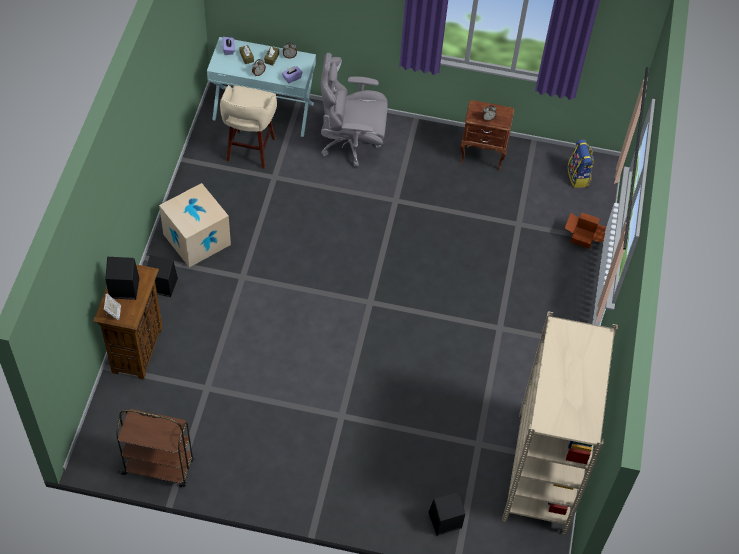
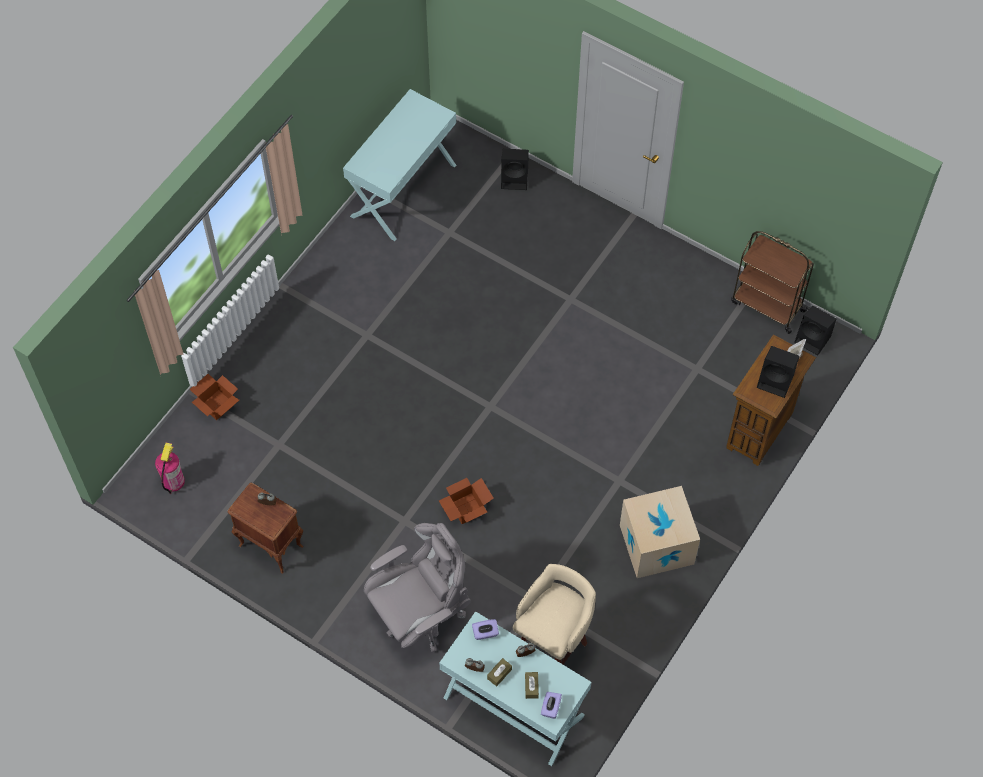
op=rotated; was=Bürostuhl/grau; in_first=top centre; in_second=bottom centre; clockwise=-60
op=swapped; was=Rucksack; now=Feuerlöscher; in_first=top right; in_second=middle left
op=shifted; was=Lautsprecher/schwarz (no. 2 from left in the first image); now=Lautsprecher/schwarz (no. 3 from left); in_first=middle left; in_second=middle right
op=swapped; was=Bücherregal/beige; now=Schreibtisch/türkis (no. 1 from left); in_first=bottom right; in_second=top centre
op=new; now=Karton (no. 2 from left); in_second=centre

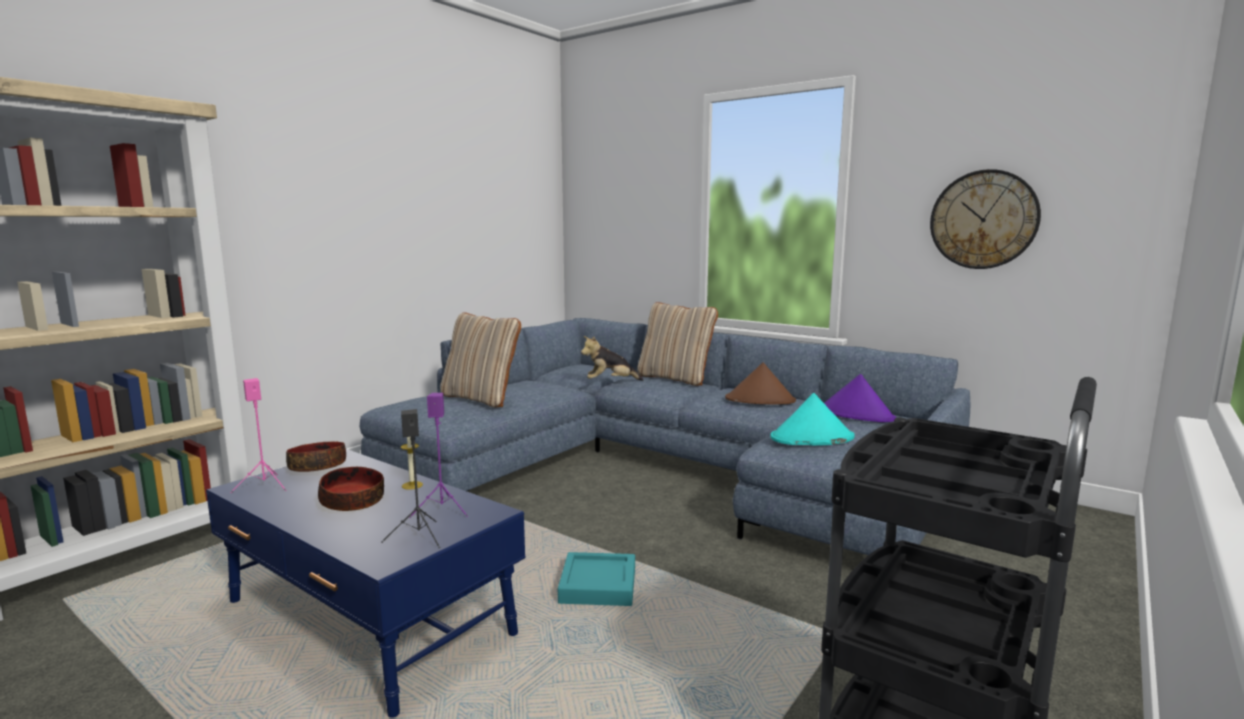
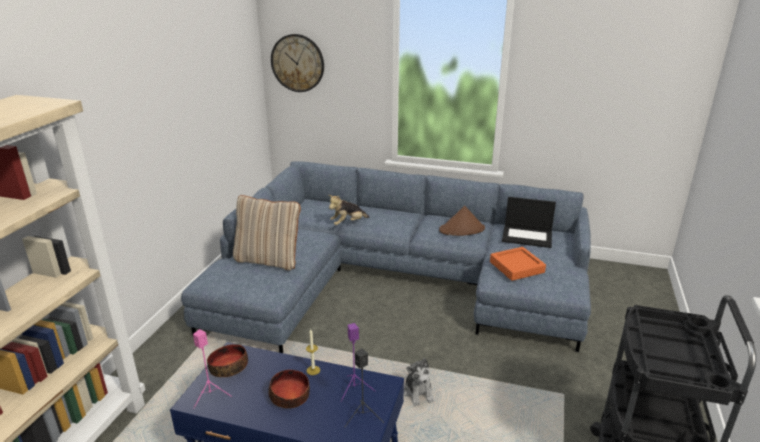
op=shifted; was=Wanduhr; in_first=top right; in_second=top centre
op=gone; was=Kissen/beige (no. 2 from left); in_first=centre
op=swapped; was=Hut/lila; now=Laptop; in_first=middle right; in_second=middle right
op=swapped; was=Hut/türkis; now=Tablett/orange; in_first=centre; in_second=middle right
op=swapped; was=Tablett/türkis; now=Plüschtier (no. 2 from left); in_first=bottom centre; in_second=bottom centre

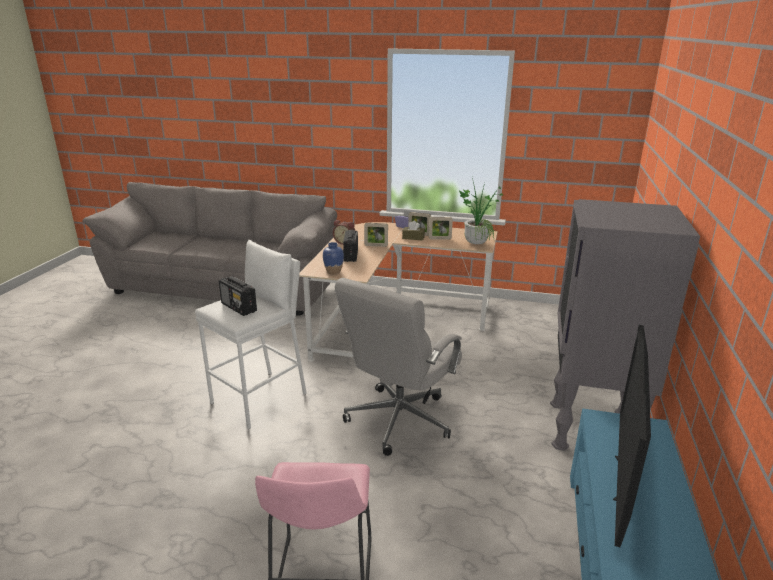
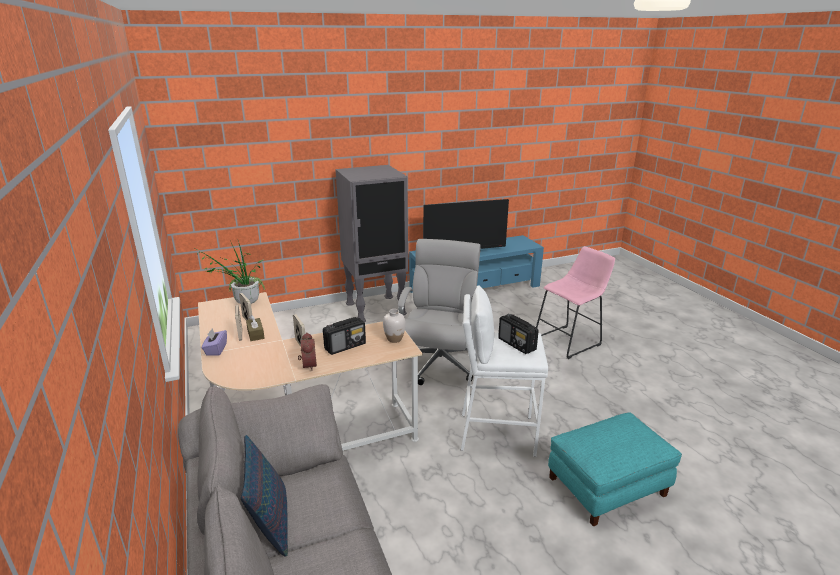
op=repainted; was=Vase/blau; now=Vase/weiß; in_first=centre; in_second=centre
op=rotated; was=Radio (no. 1 from left in the first image); in_first=middle left; in_second=centre; clockwise=135
op=rotated; was=Bürostuhl/grau; in_first=centre; in_second=centre; clockwise=-75
op=new; now=Polsterhocker/türkis; in_second=bottom right
op=new; now=Kissen/blau; in_second=bottom left

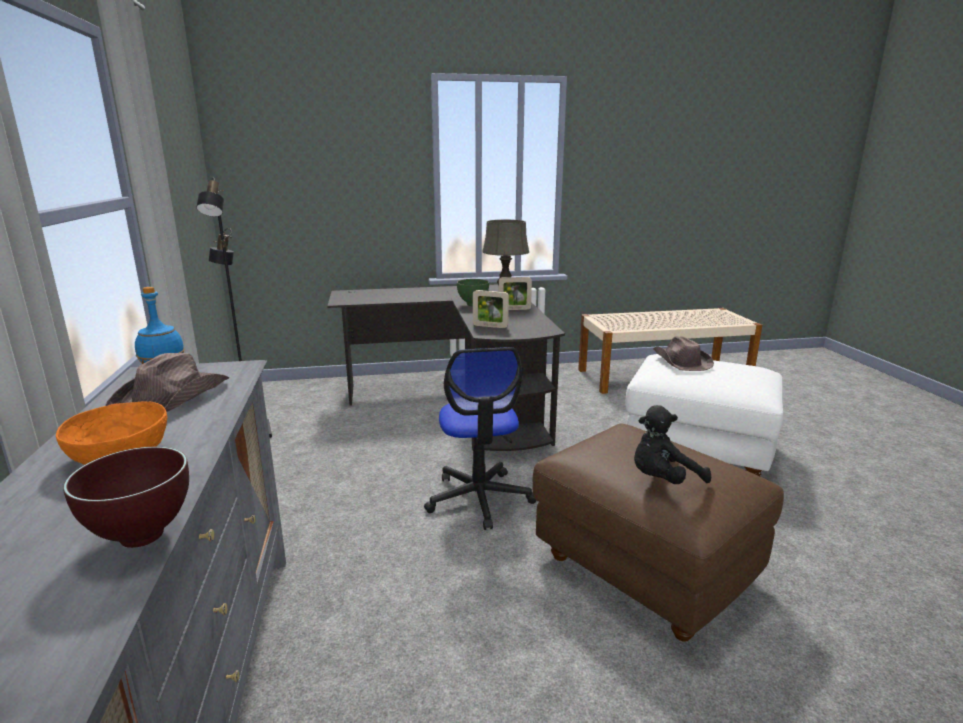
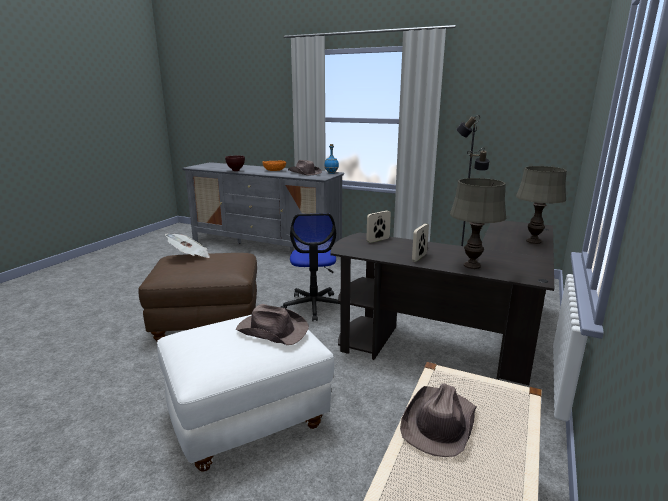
op=gone; was=Schüssel/grün; in_first=centre
op=rotated; was=Bürostuhl; in_first=centre; in_second=centre; clockwise=-120
op=swapped; was=Plüschtier/schwarz; now=Zeitung; in_first=middle right; in_second=middle left
op=new; now=Tischlampe/grau (no. 2 from left); in_second=middle right
op=new; now=Hut/braun (no. 3 from left); in_second=bottom centre

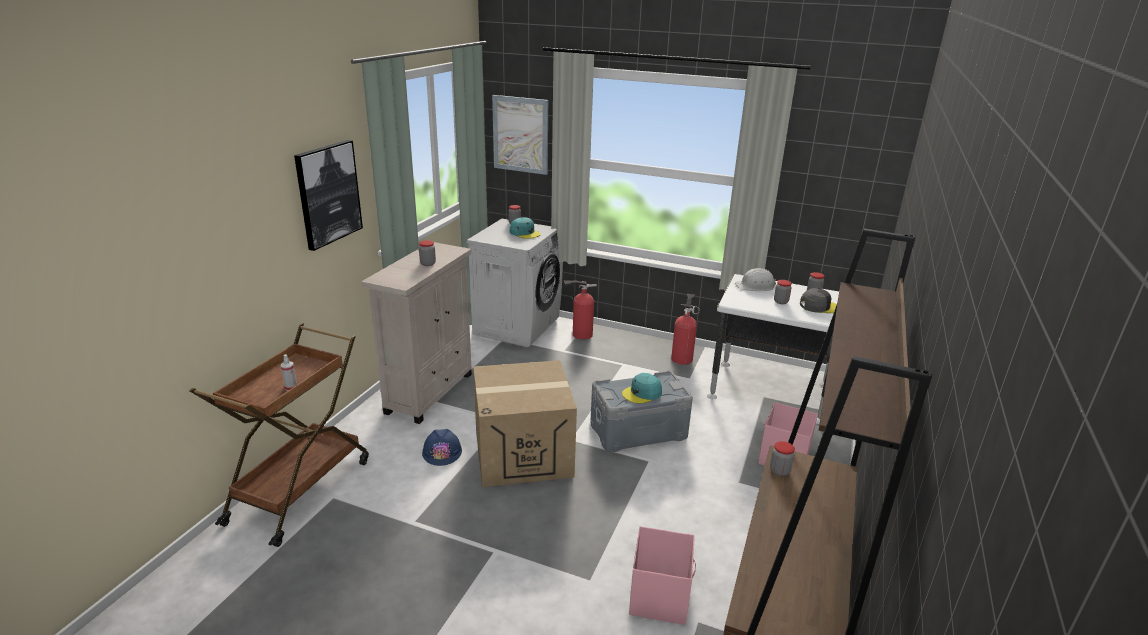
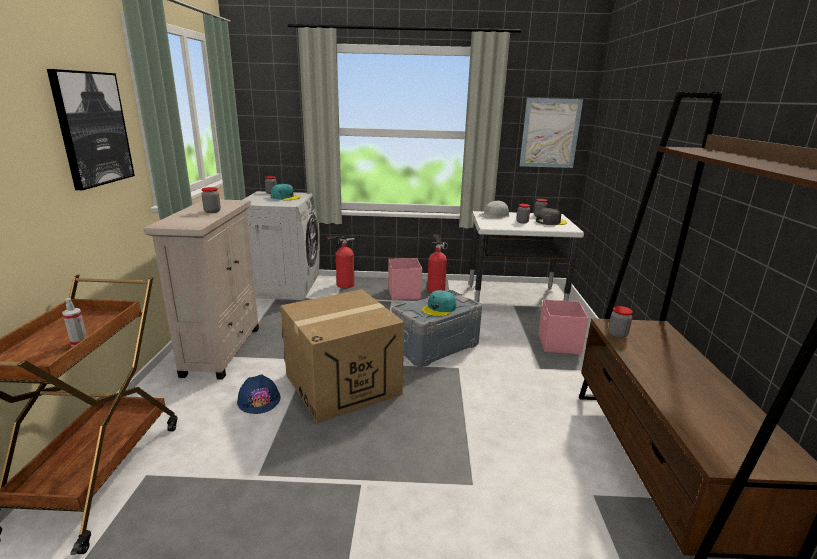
op=shifted; was=Bild (no. 2 from left); in_first=top centre; in_second=top right
op=shifted; was=Aufbewahrungsbox/rosa (no. 1 from left); in_first=bottom centre; in_second=centre

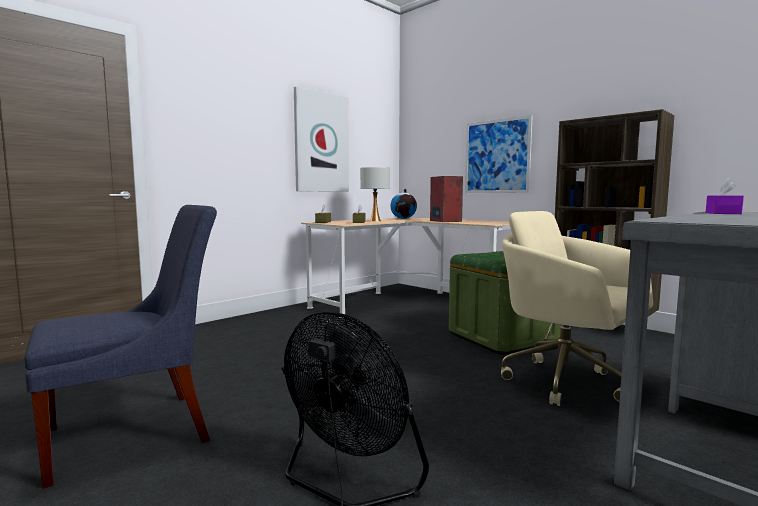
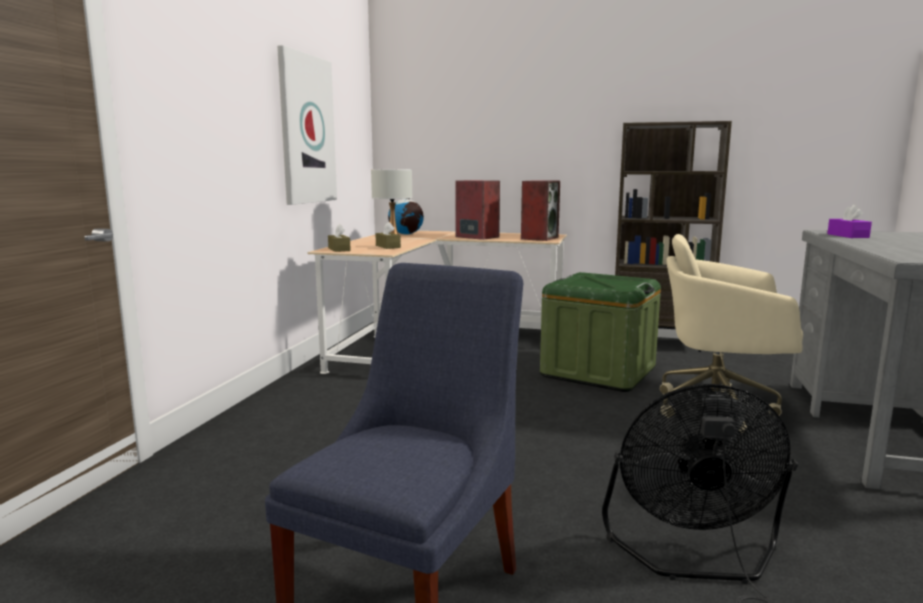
op=gone; was=Bild (no. 2 from left); in_first=top centre
op=new; now=Lautsprecher (no. 2 from left); in_second=centre

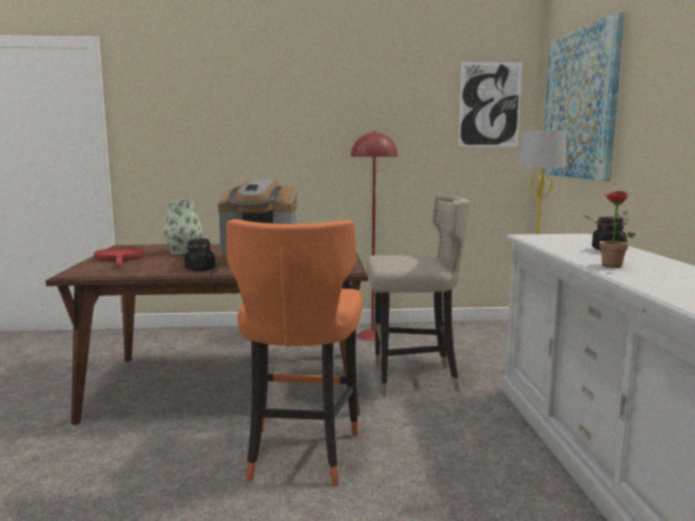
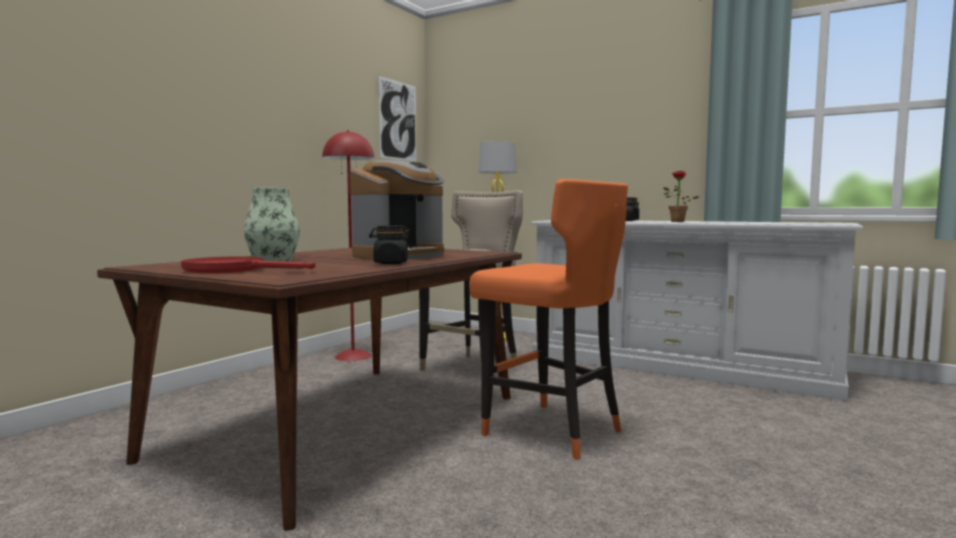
op=gone; was=Bild (no. 2 from left); in_first=top right

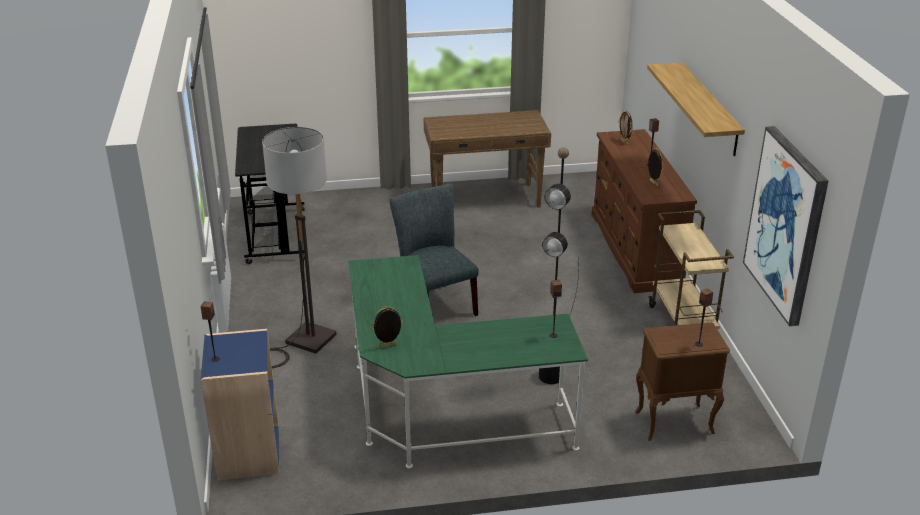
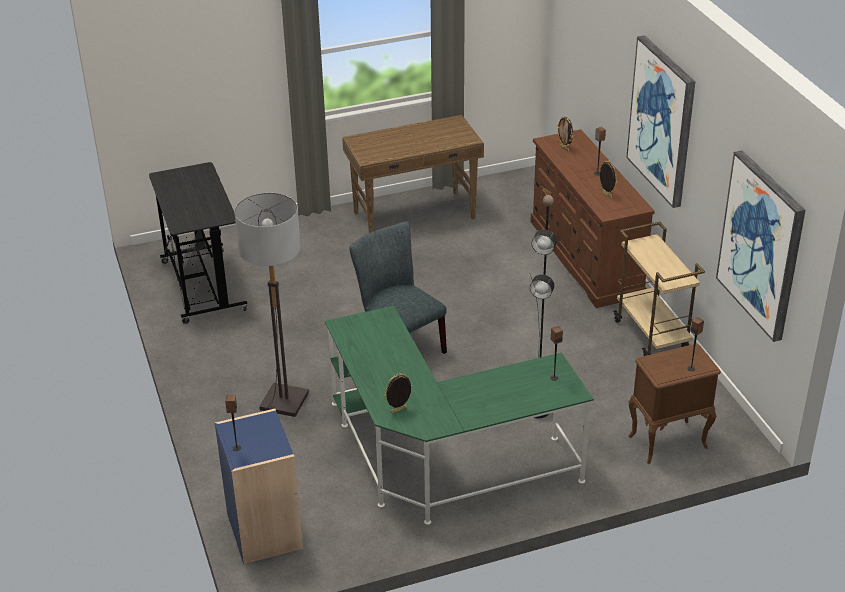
op=swapped; was=Wandregal; now=Bild (no. 1 from left); in_first=top right; in_second=top right

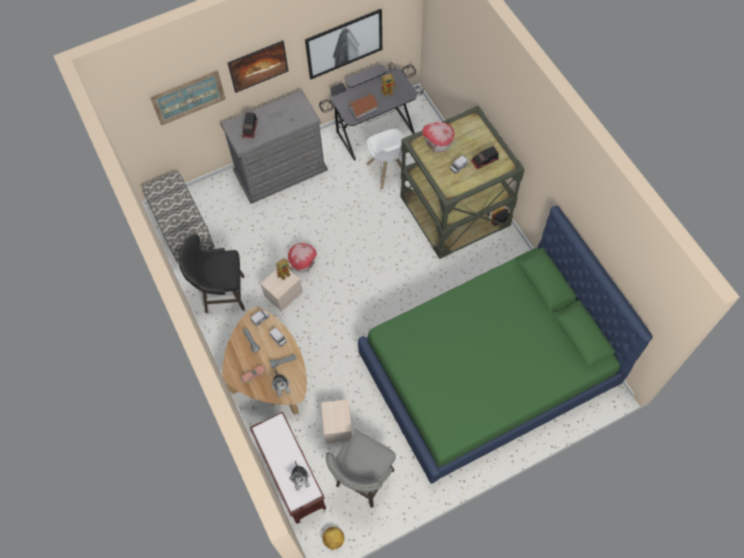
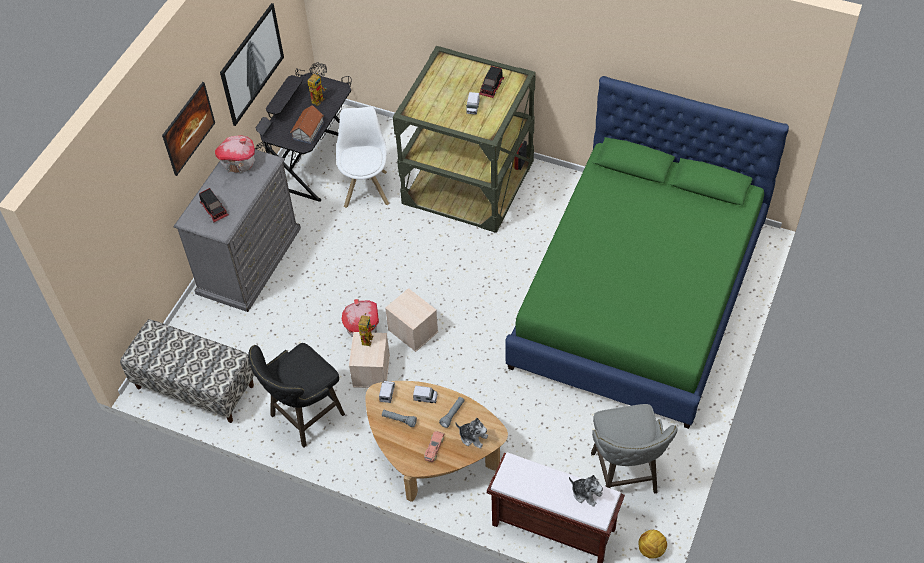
op=gone; was=Bild (no. 1 from left); in_first=top left
op=shifted; was=Spielzeughaus (no. 3 from left in the first image); now=Spielzeughaus (no. 1 from left); in_first=top centre; in_second=top left
op=rotated; was=Stuhl/weiß; in_first=top centre; in_second=top centre; clockwise=-120
op=shifted; was=Aufbewahrungsbox/beige (no. 2 from left); in_first=bottom centre; in_second=centre

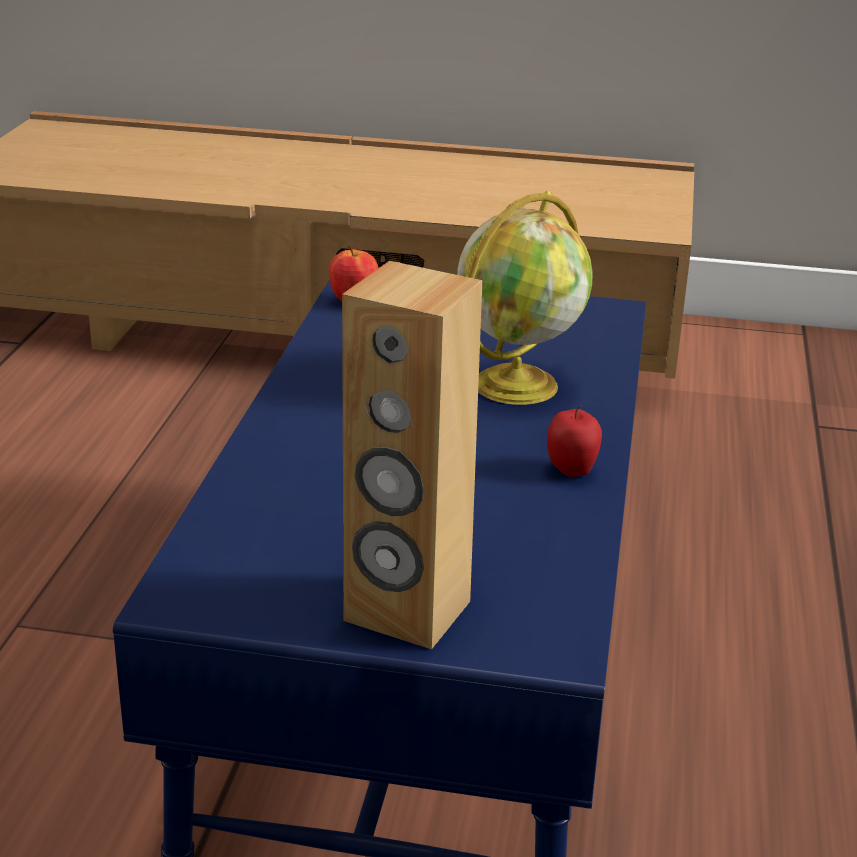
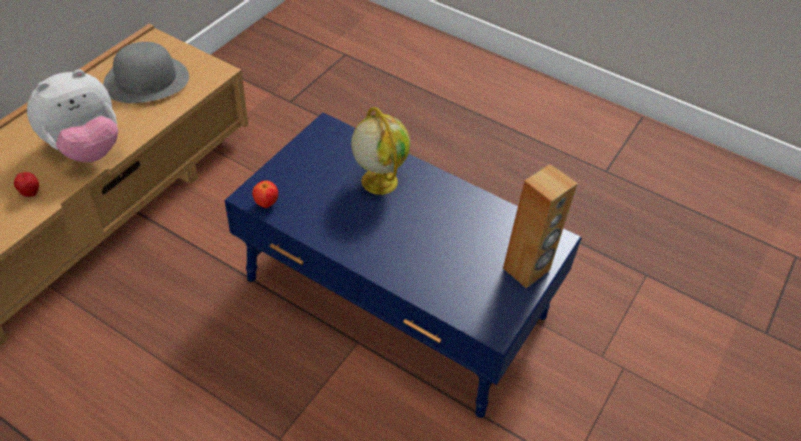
op=shifted; was=Apfel (no. 2 from left in the first image); now=Apfel (no. 1 from left); in_first=middle right; in_second=middle left
op=new; now=Hut/grau; in_second=top left
op=new; now=Plüschtier; in_second=top left

